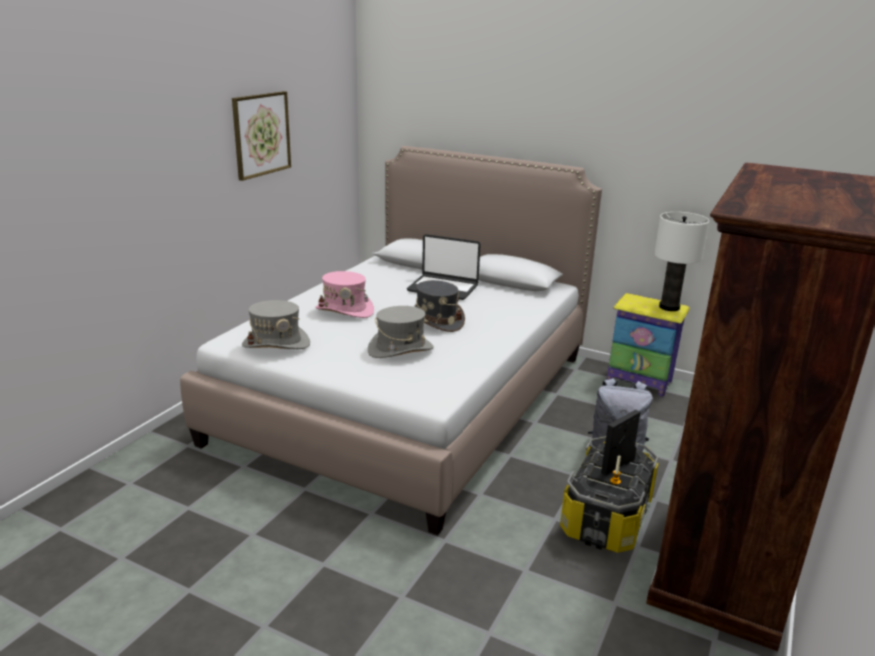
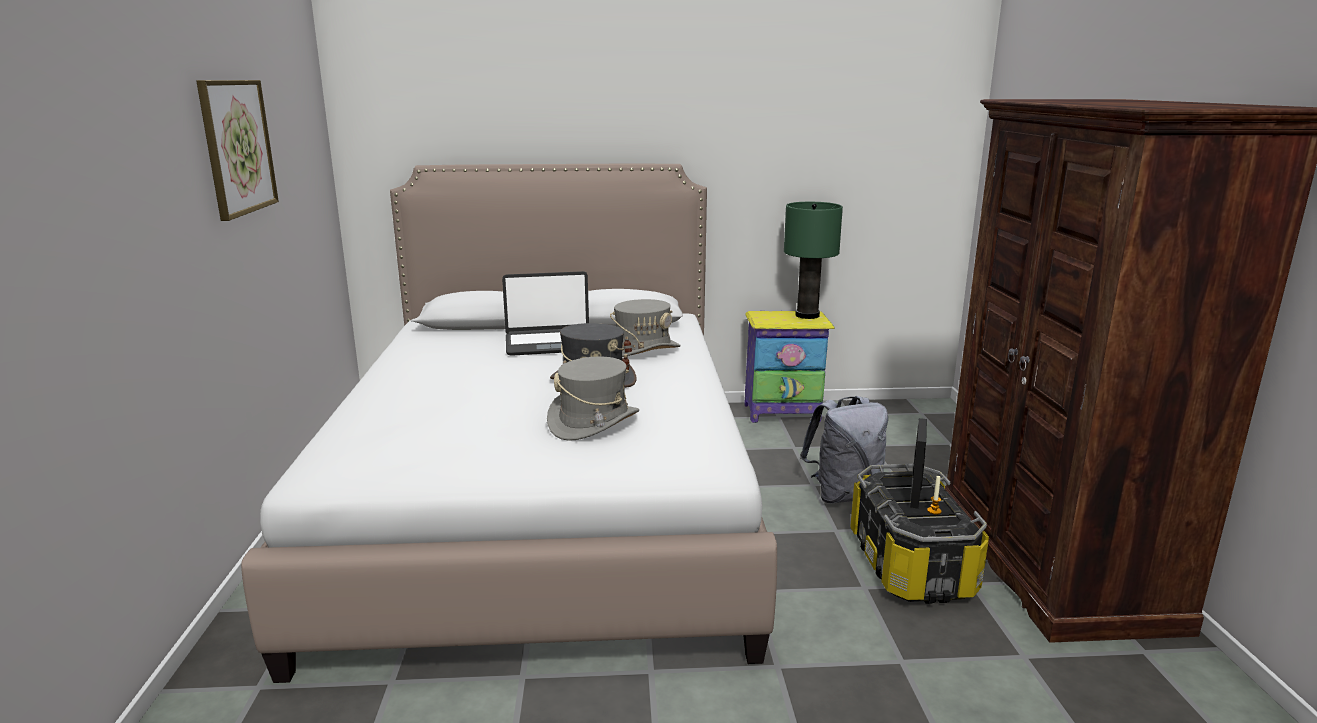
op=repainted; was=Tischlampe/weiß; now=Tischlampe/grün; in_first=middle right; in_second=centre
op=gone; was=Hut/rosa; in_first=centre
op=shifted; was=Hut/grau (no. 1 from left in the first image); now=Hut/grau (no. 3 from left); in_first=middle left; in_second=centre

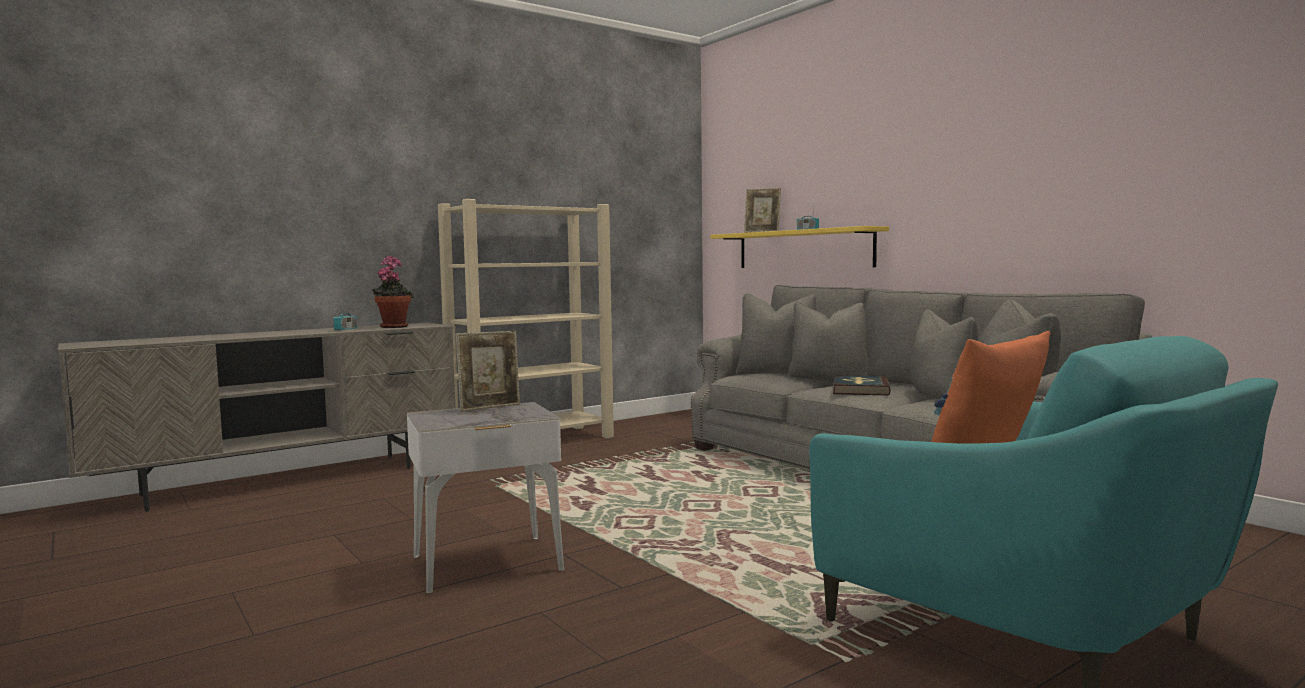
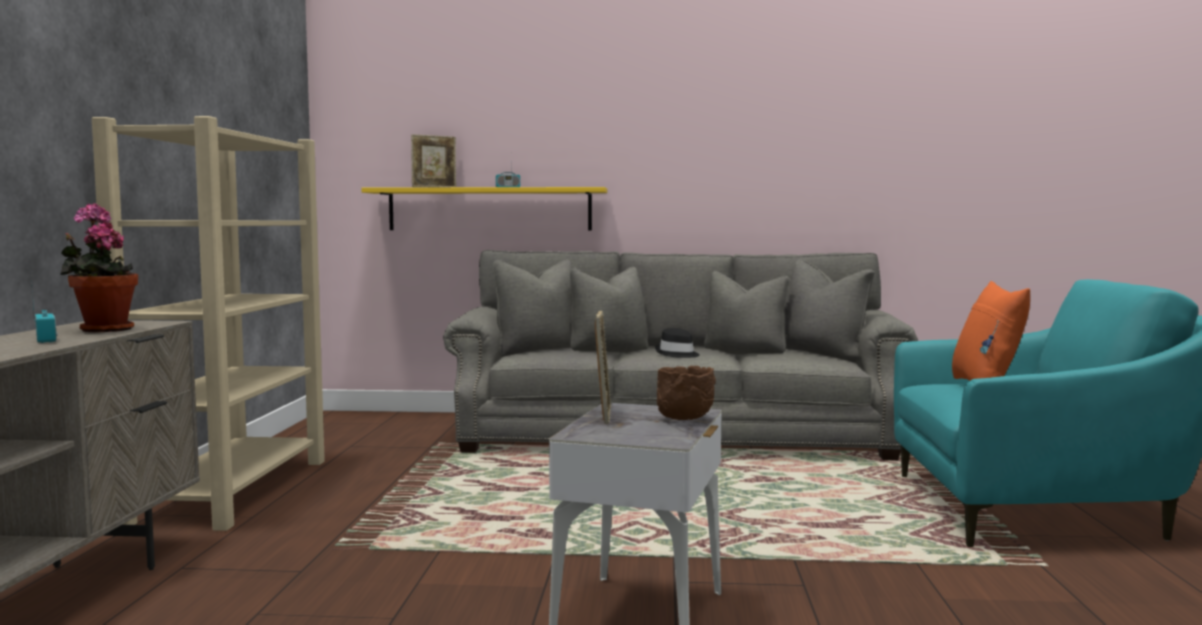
op=swapped; was=Buch; now=Hut/schwarz; in_first=centre; in_second=centre
op=new; now=Schüssel/braun; in_second=centre

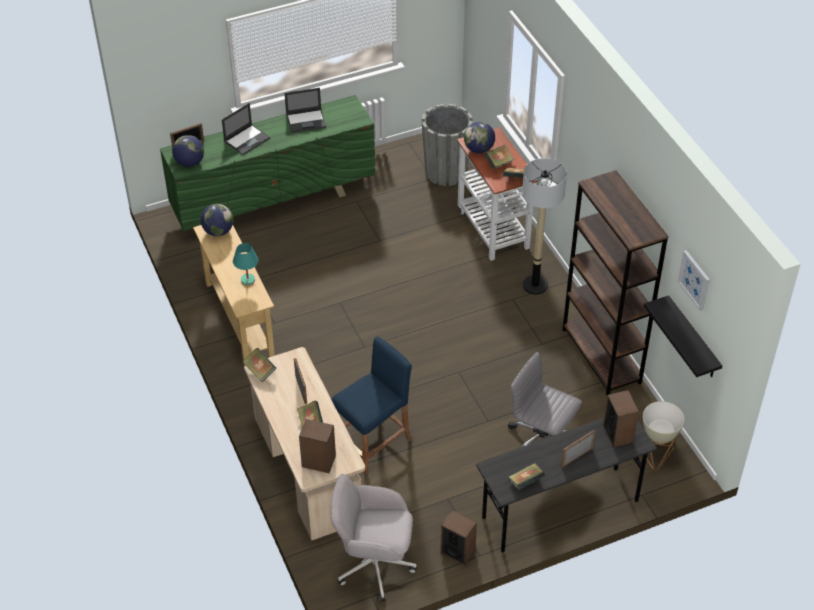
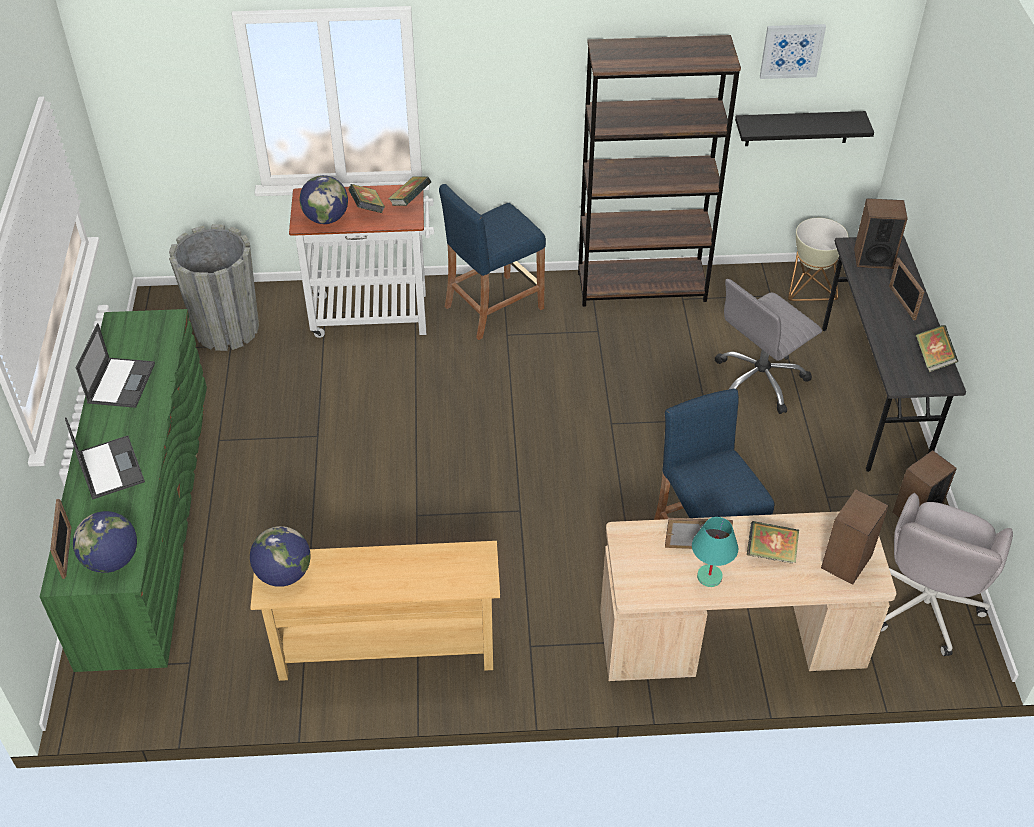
op=swapped; was=Stehlampe; now=Hocker/blau (no. 1 from left); in_first=middle right; in_second=top centre
op=shifted; was=Tischlampe/türkis; in_first=middle left; in_second=bottom right
op=gone; was=Buch (no. 1 from left); in_first=middle left

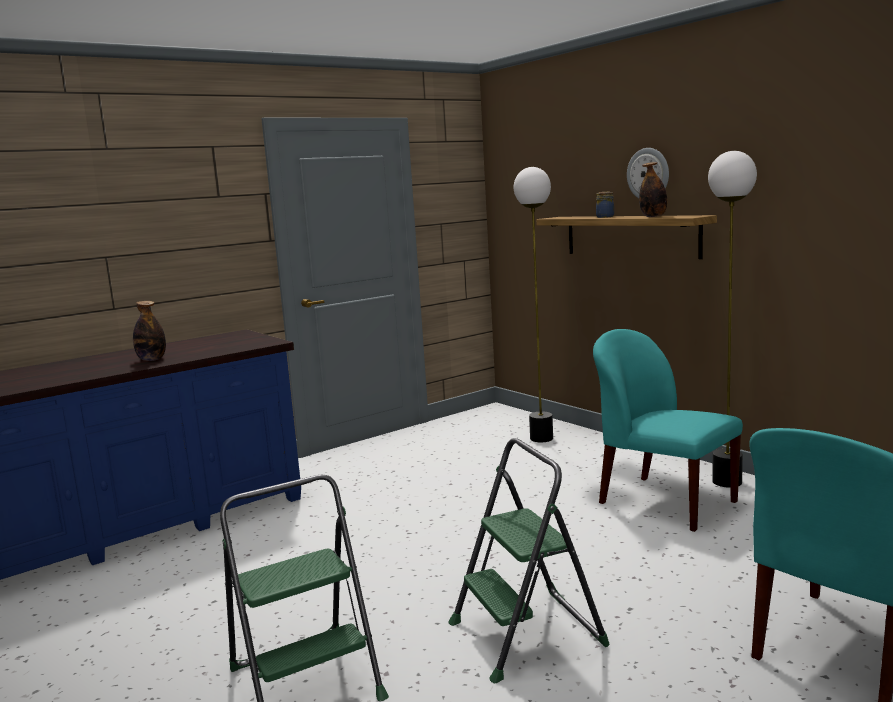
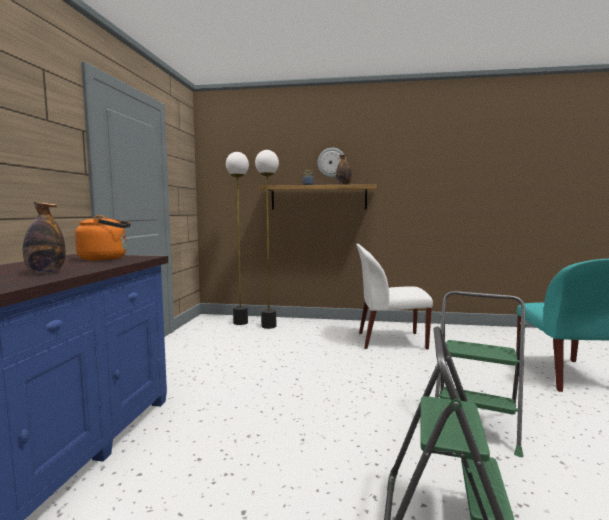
op=shifted; was=Stehlampe (no. 2 from left in the first image); now=Stehlampe (no. 1 from left); in_first=middle right; in_second=centre
op=repainted; was=Stuhl/türkis (no. 1 from left); now=Stuhl/weiß; in_first=middle right; in_second=centre
op=new; now=Wasserkessel/orange; in_second=middle left

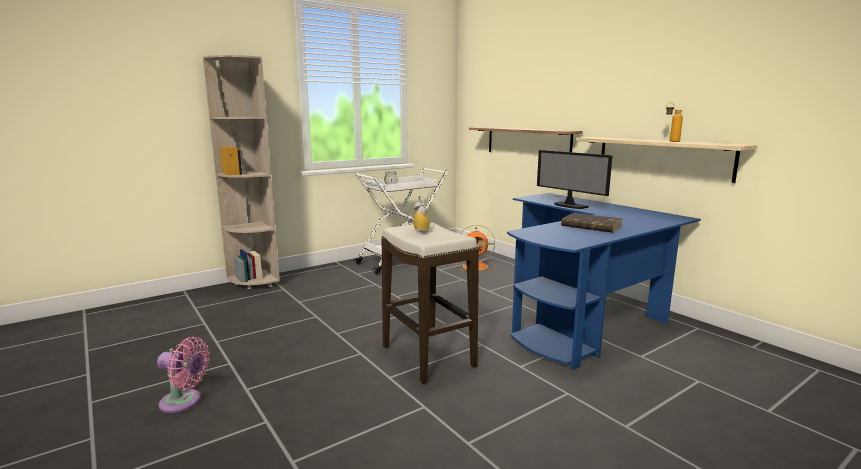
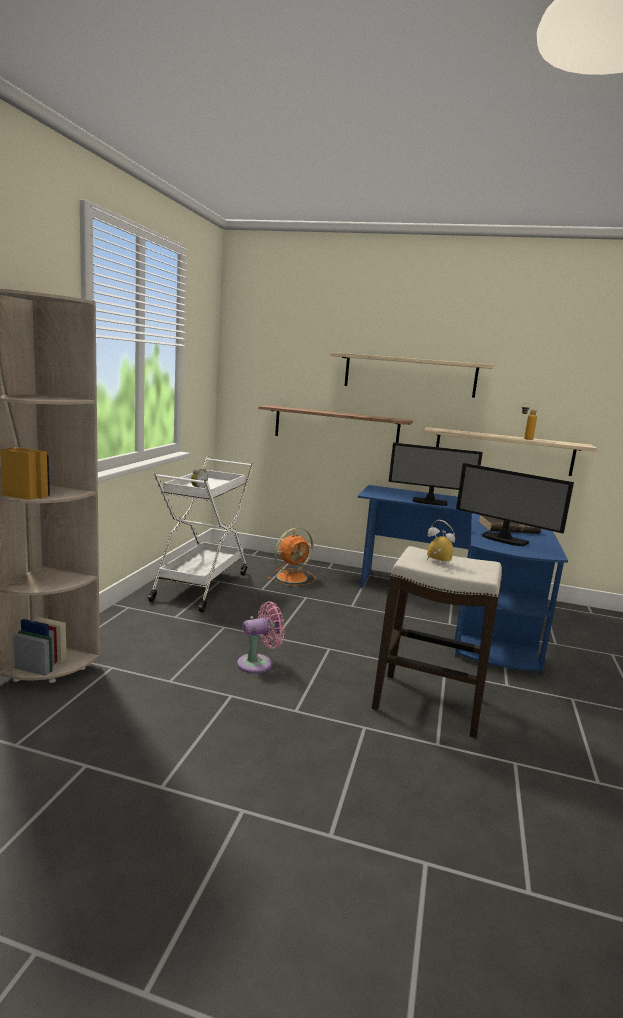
op=shifted; was=Ventilator/rosa; in_first=bottom left; in_second=centre
op=new; now=Wandregal (no. 2 from left); in_second=centre
op=new; now=Monitor (no. 2 from left); in_second=middle right

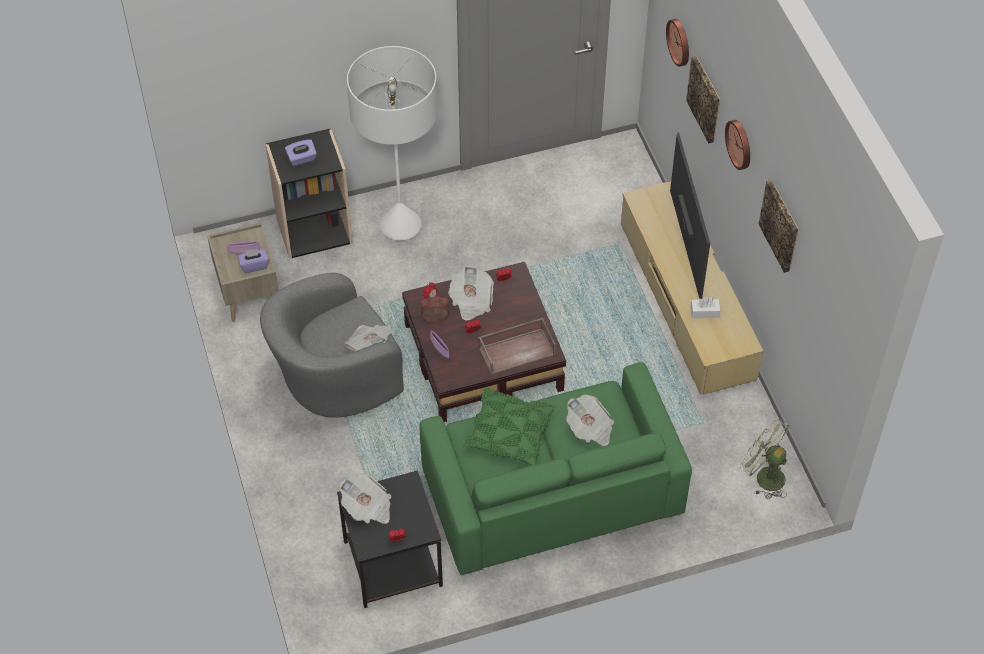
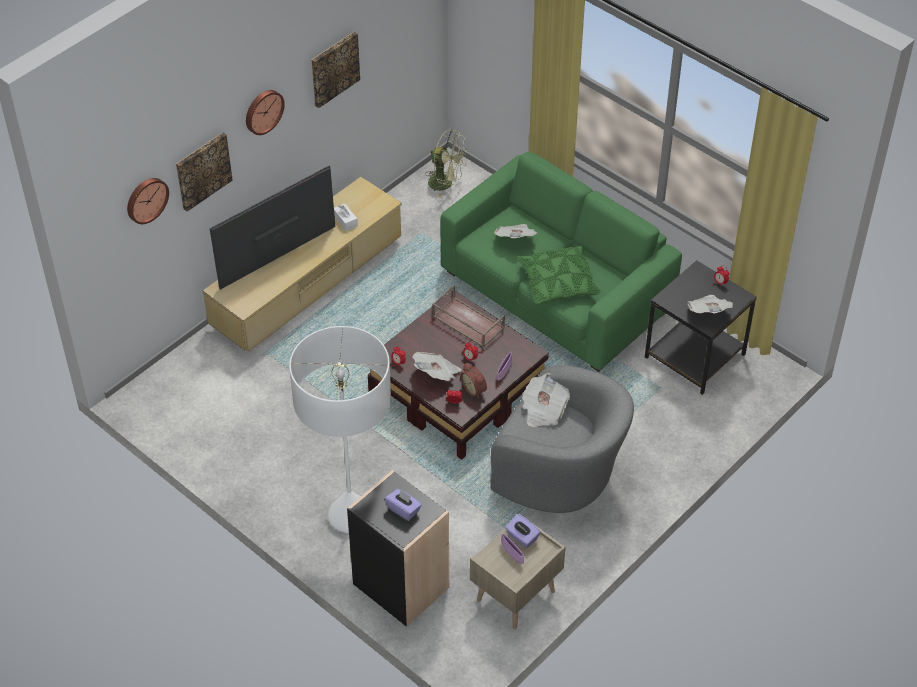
op=rotated; was=Ventilator/grün; in_first=bottom right; in_second=top centre; clockwise=-75

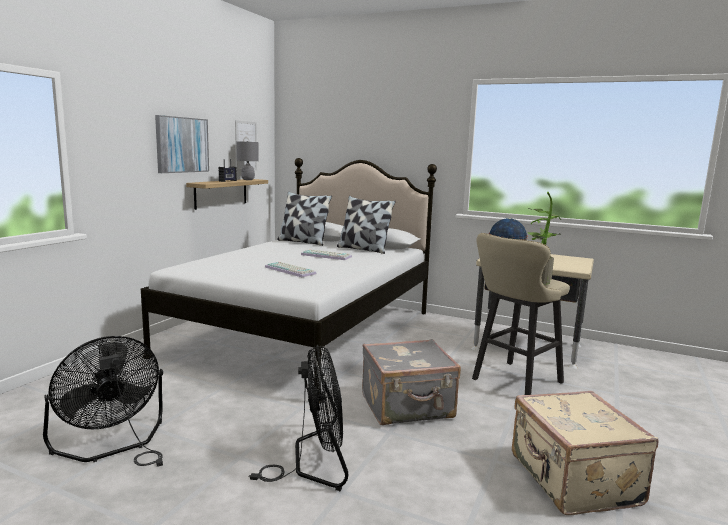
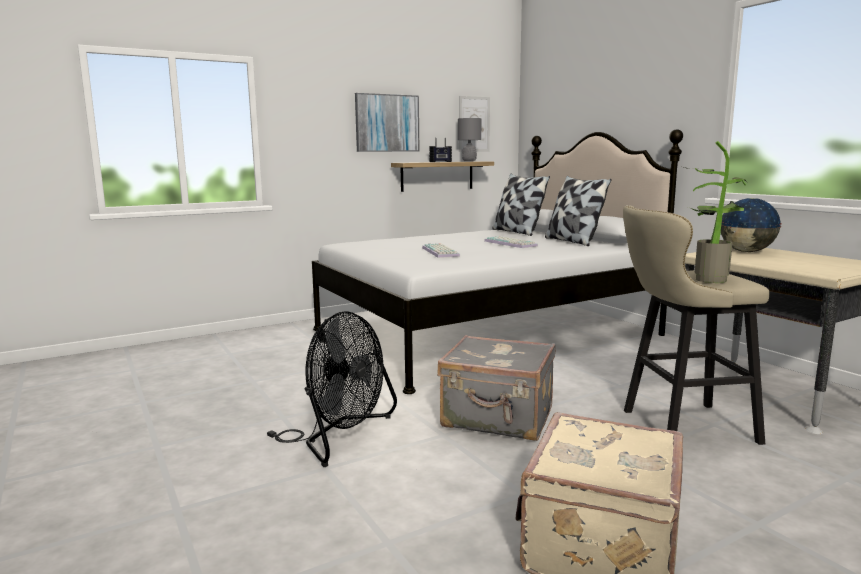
op=gone; was=Ventilator/schwarz (no. 1 from left); in_first=bottom left

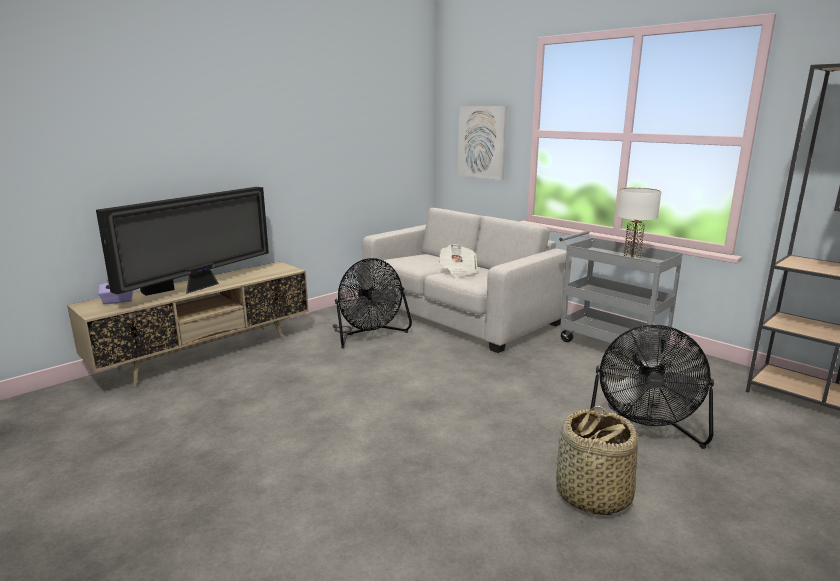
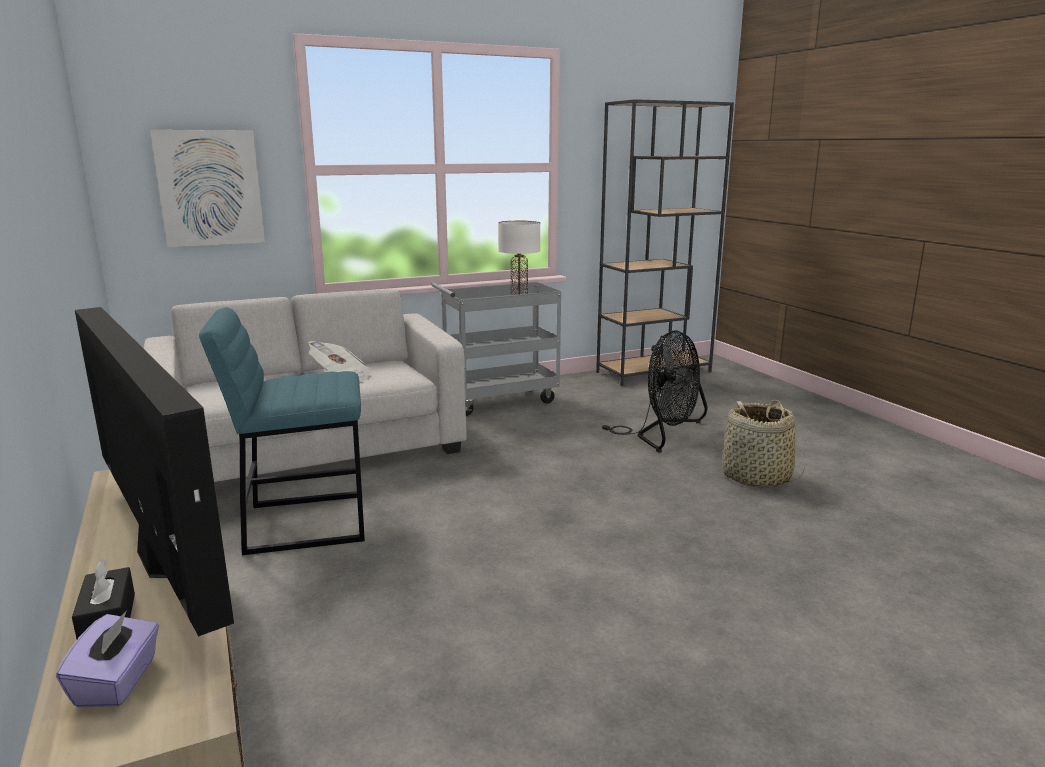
op=swapped; was=Ventilator/schwarz (no. 1 from left); now=Hocker/blau; in_first=centre; in_second=middle left

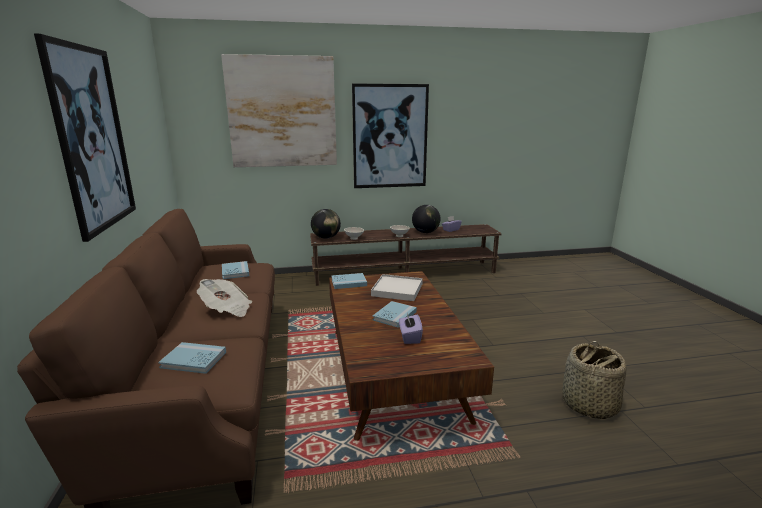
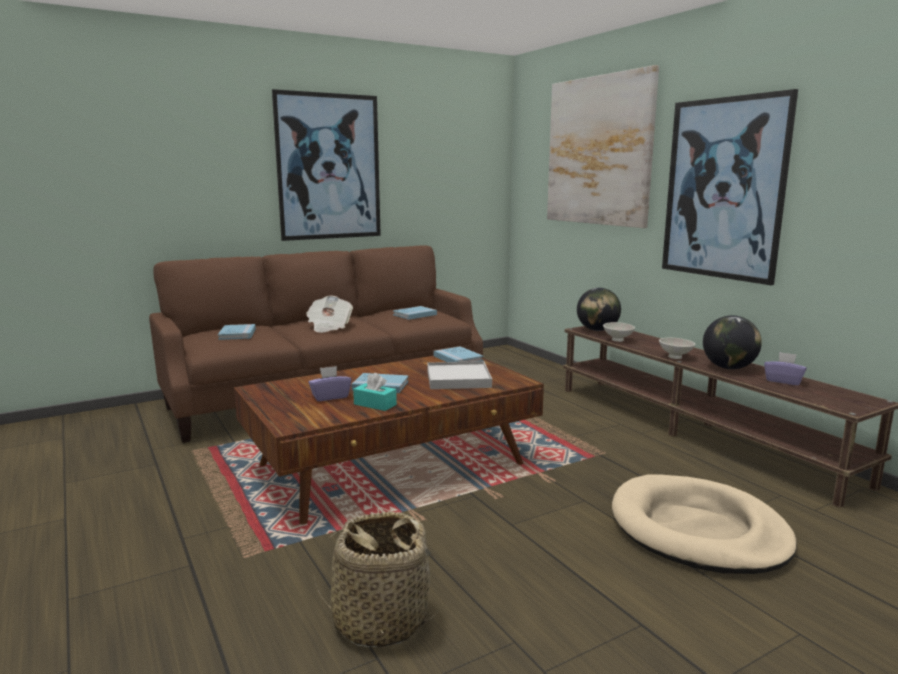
op=new; now=Taschentuchbox/türkis; in_second=centre
op=new; now=Hundebett/beige; in_second=bottom right

